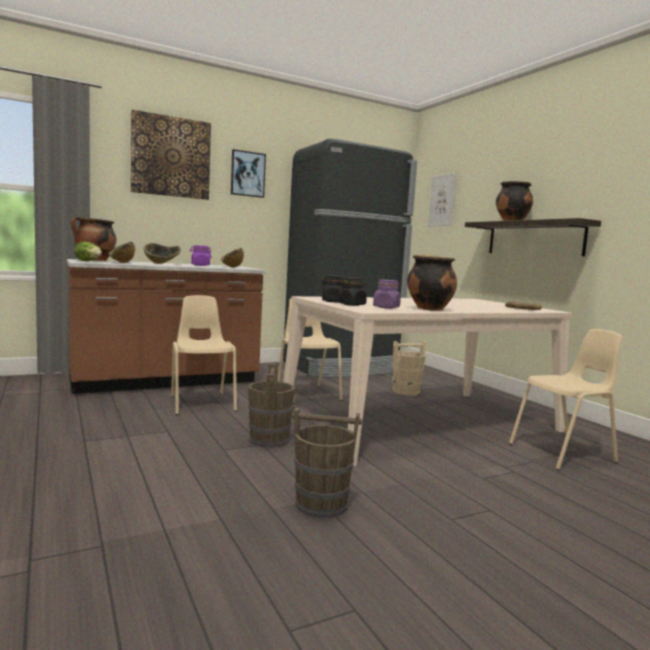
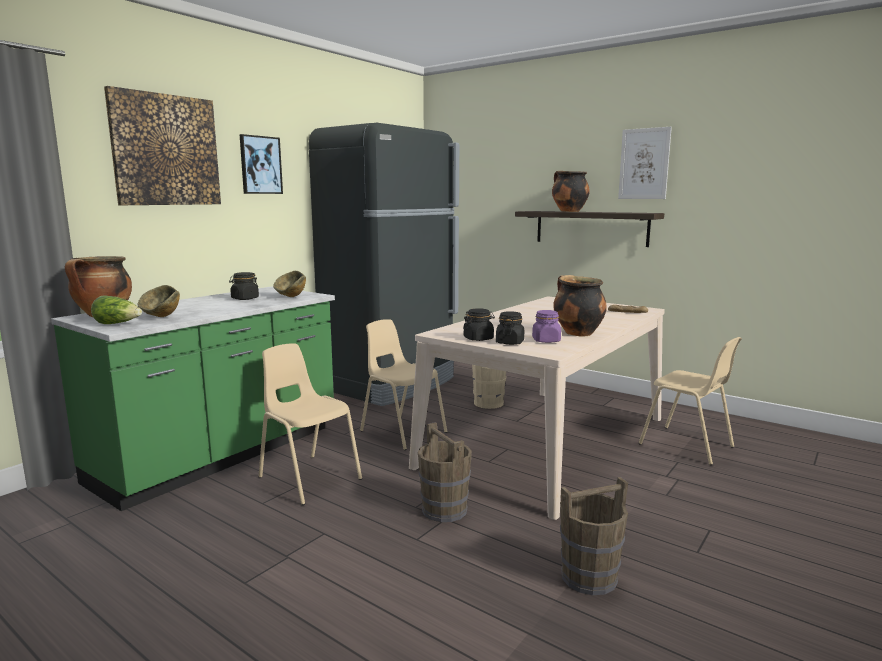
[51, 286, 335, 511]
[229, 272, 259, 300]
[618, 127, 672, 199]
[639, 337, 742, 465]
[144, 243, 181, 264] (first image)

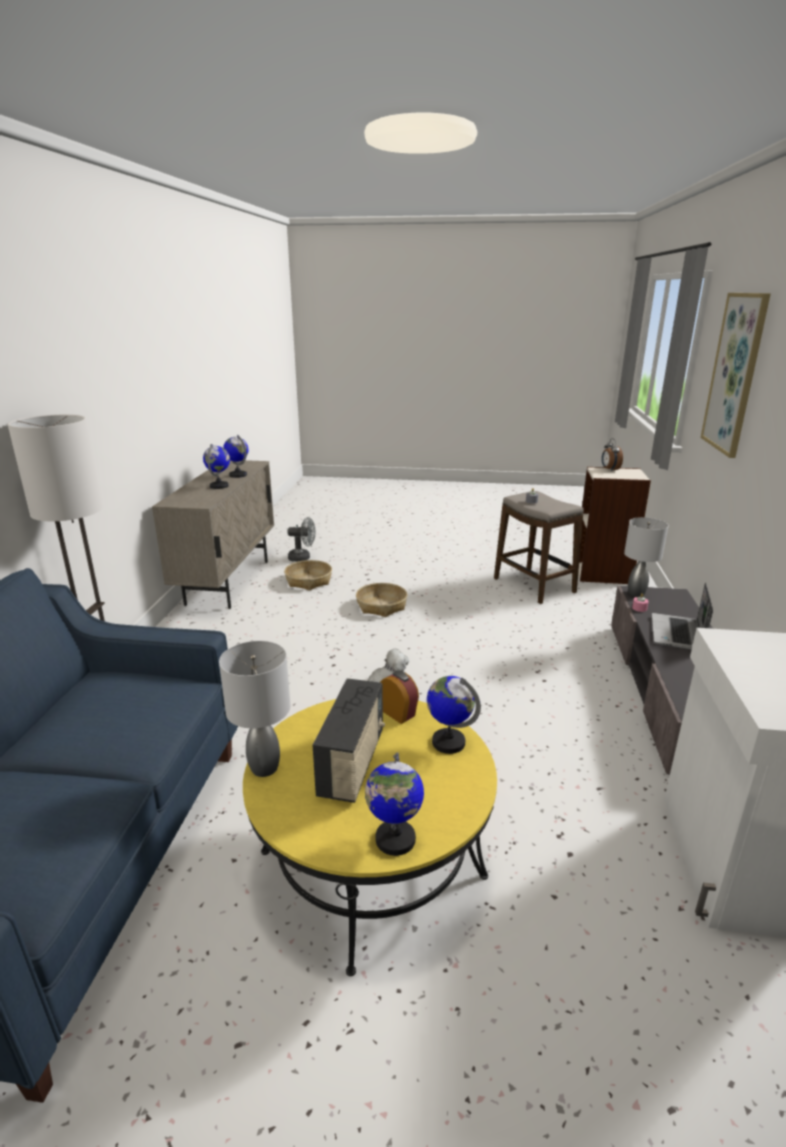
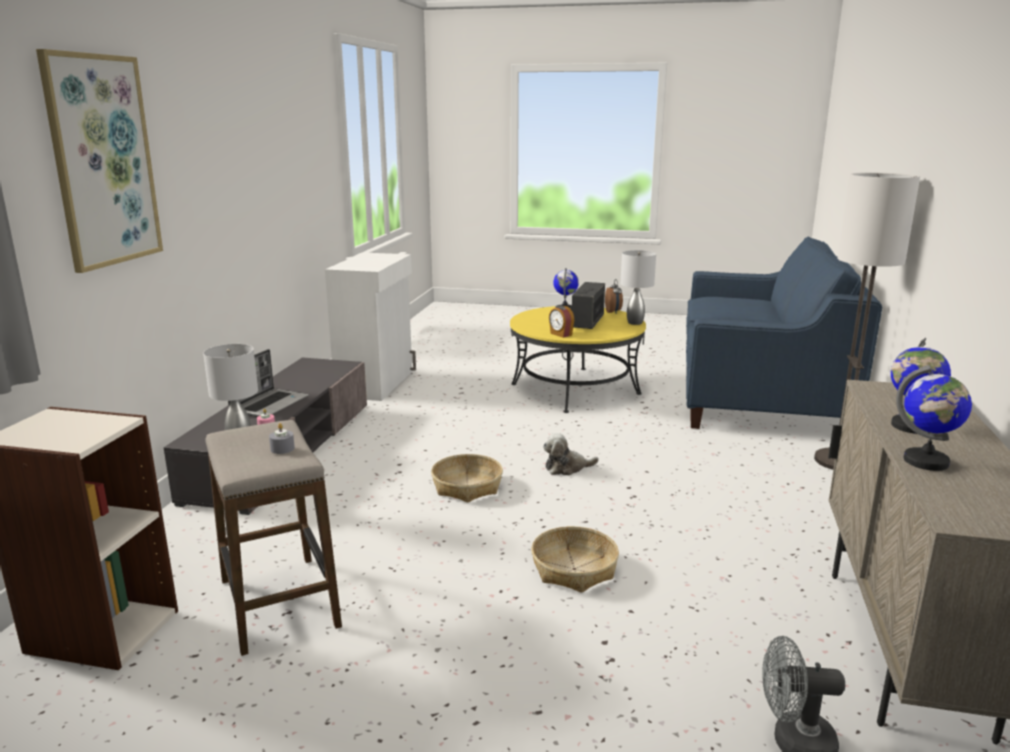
[431, 454, 503, 502]
[605, 279, 623, 313]
[427, 676, 481, 754] (first image)

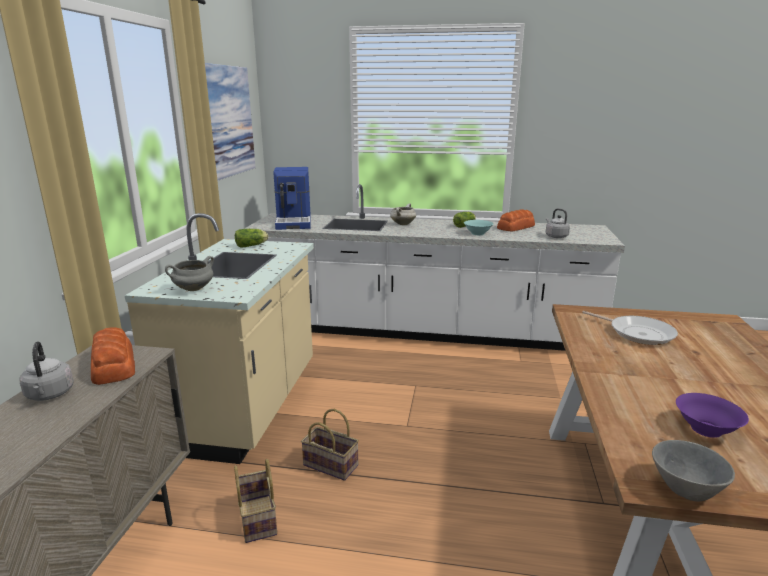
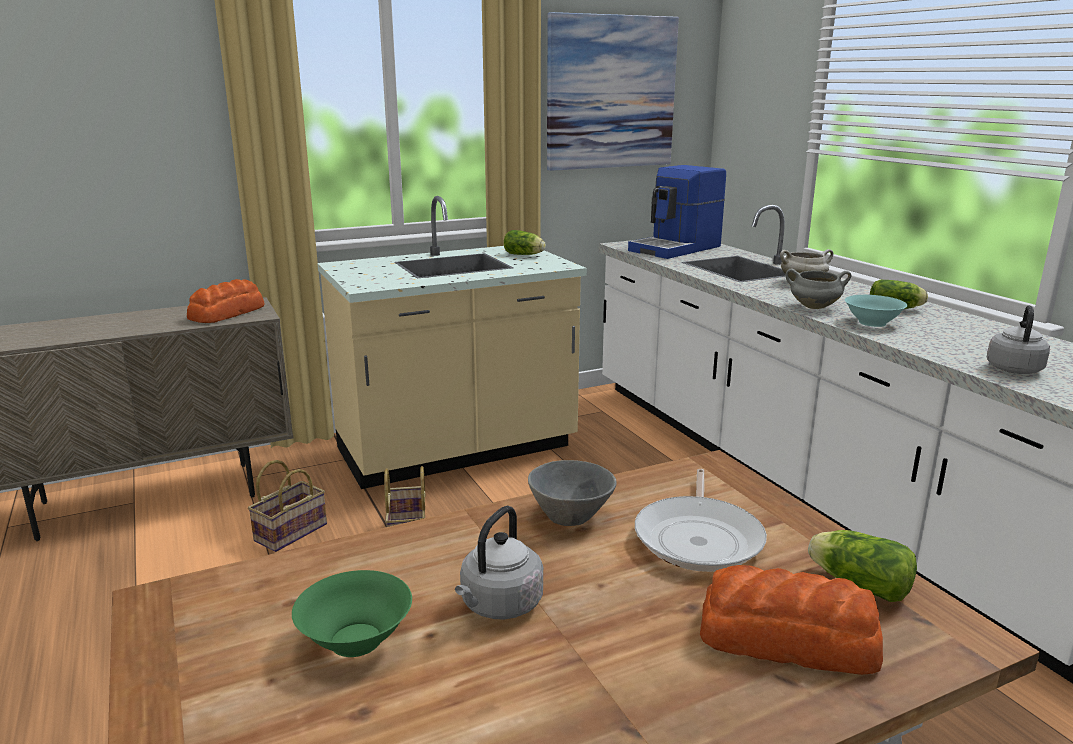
[292, 570, 412, 657]
[455, 506, 543, 619]
[528, 460, 617, 526]
[700, 565, 883, 675]
[786, 269, 852, 309]
[808, 530, 917, 602]

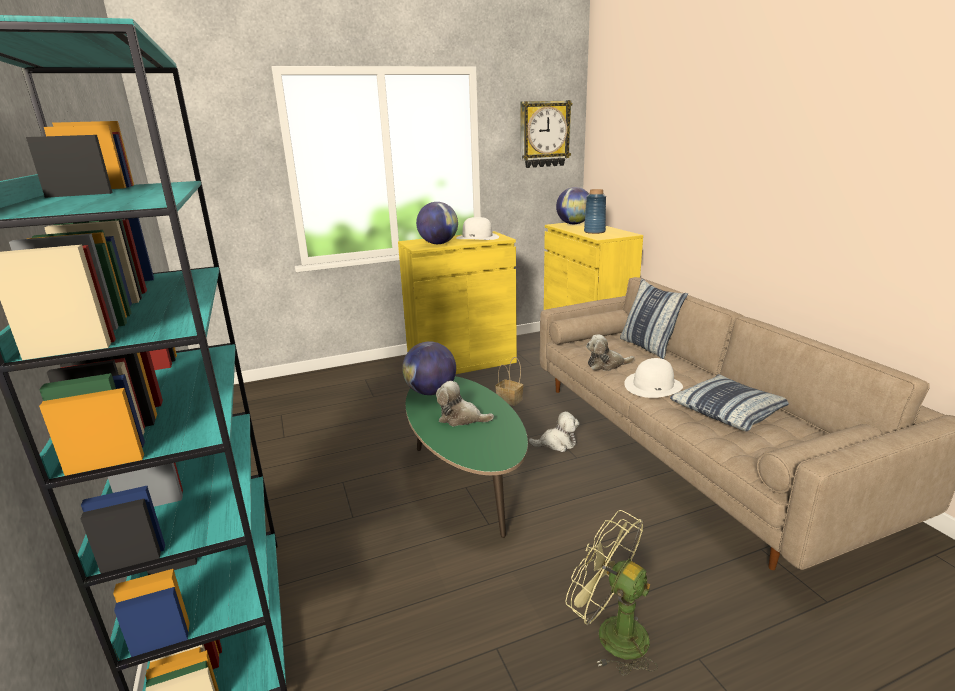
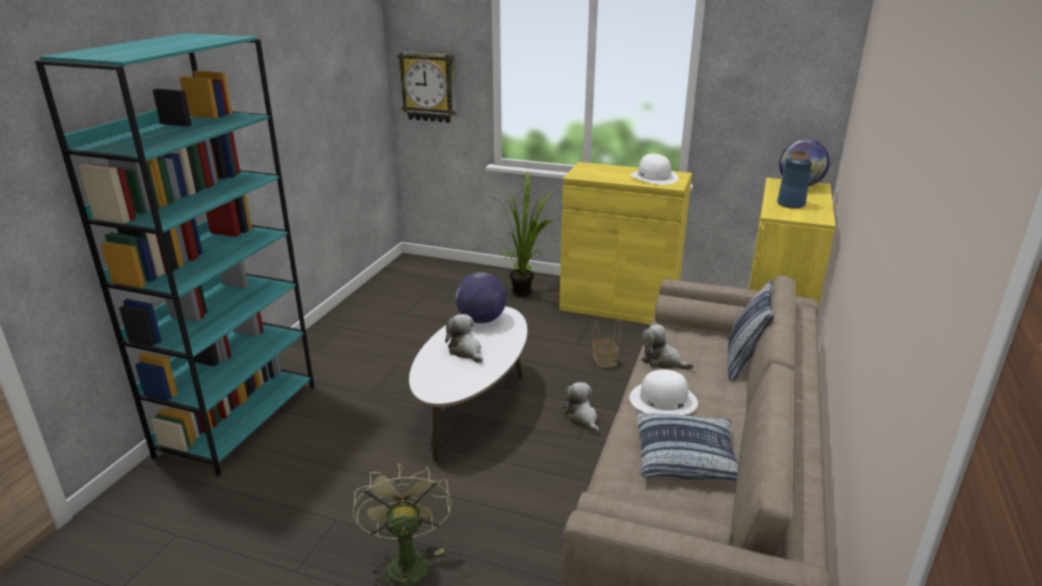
[397, 52, 456, 123]
[409, 306, 527, 462]
[489, 171, 552, 297]
[563, 382, 599, 433]
[416, 202, 458, 244] (first image)

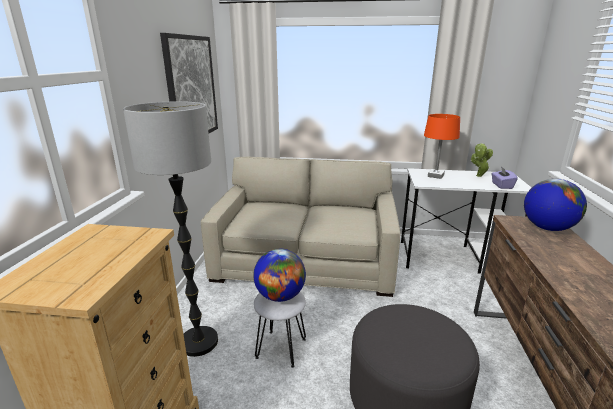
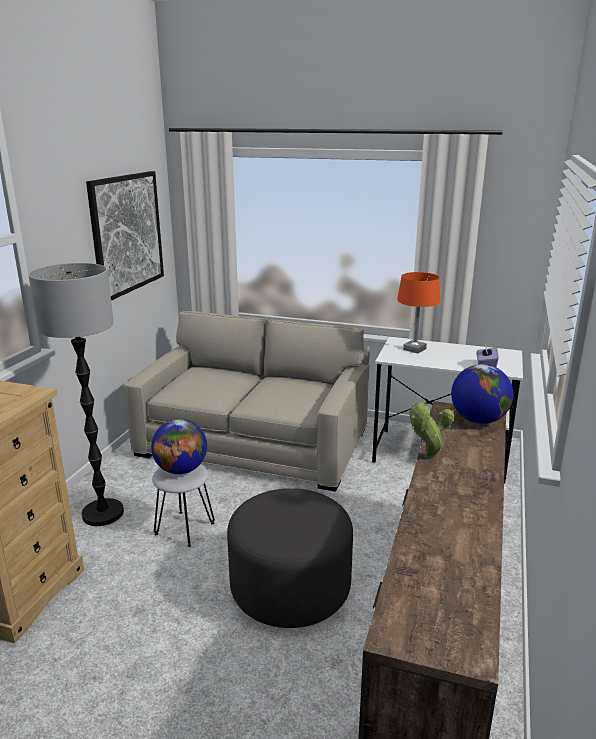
[410, 403, 455, 458]

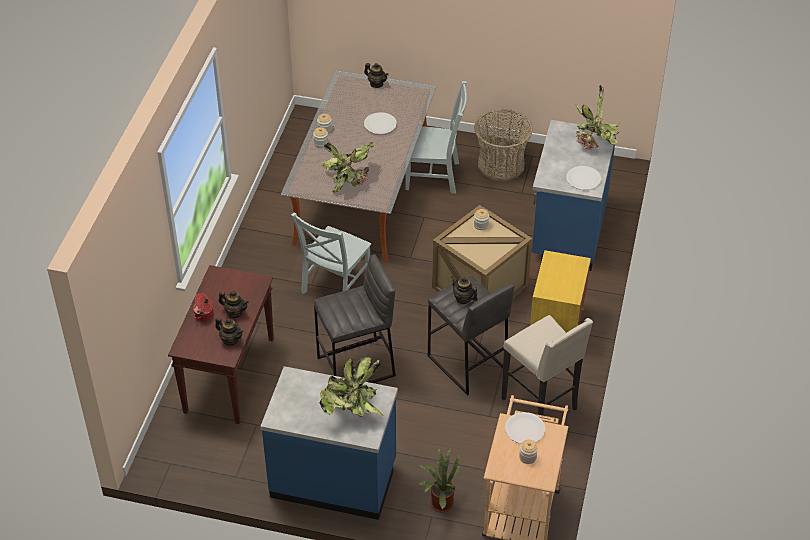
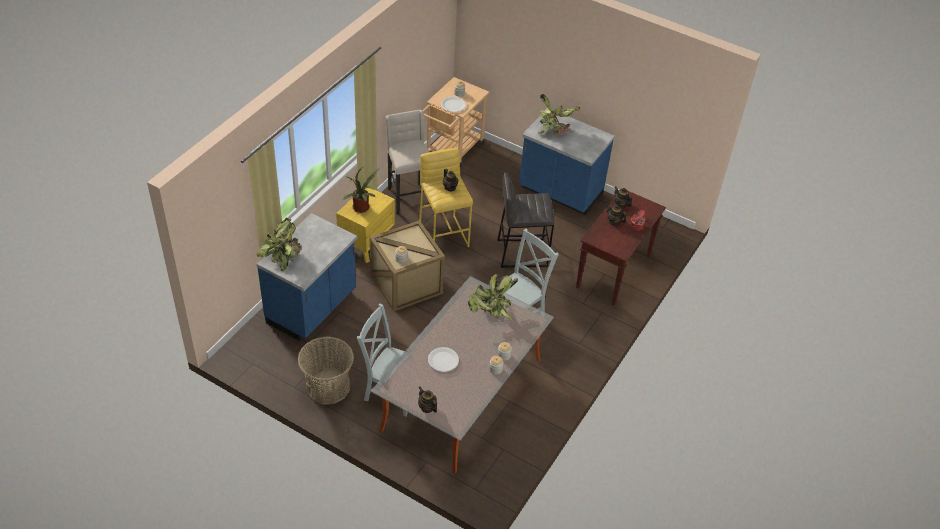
[343, 165, 380, 213]
[419, 148, 473, 247]
[566, 166, 601, 190] (first image)

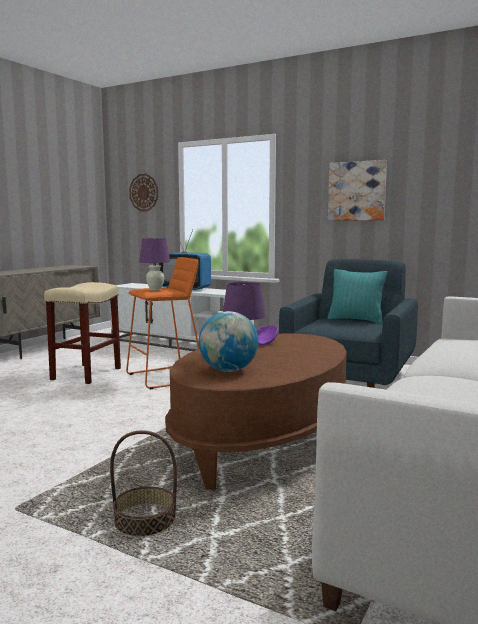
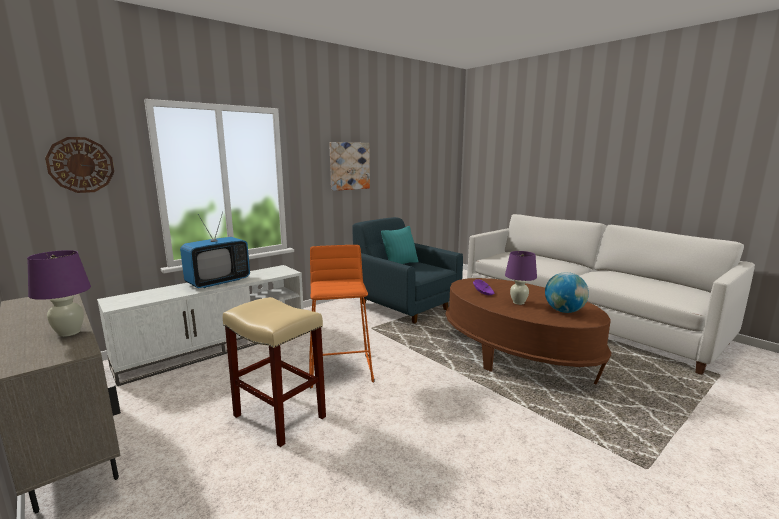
[27, 250, 91, 337]
[110, 430, 177, 537] (first image)

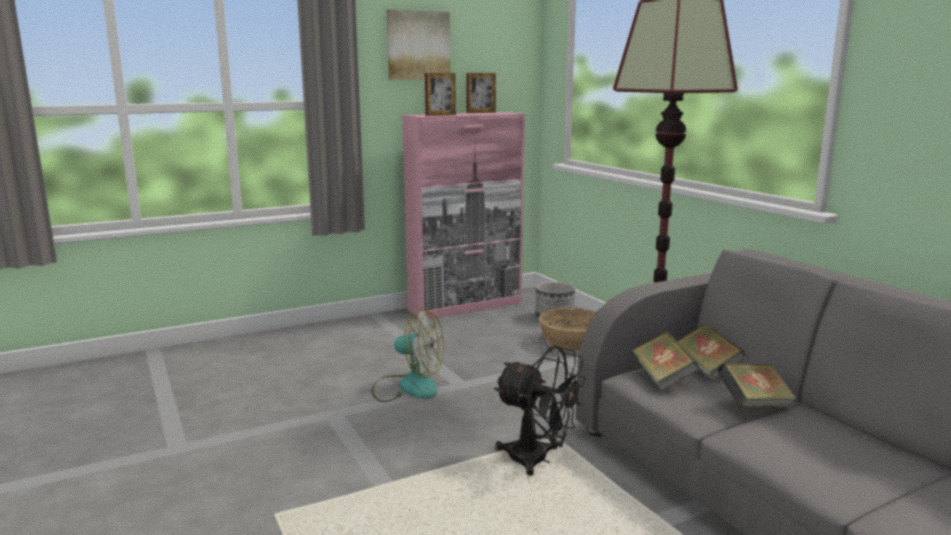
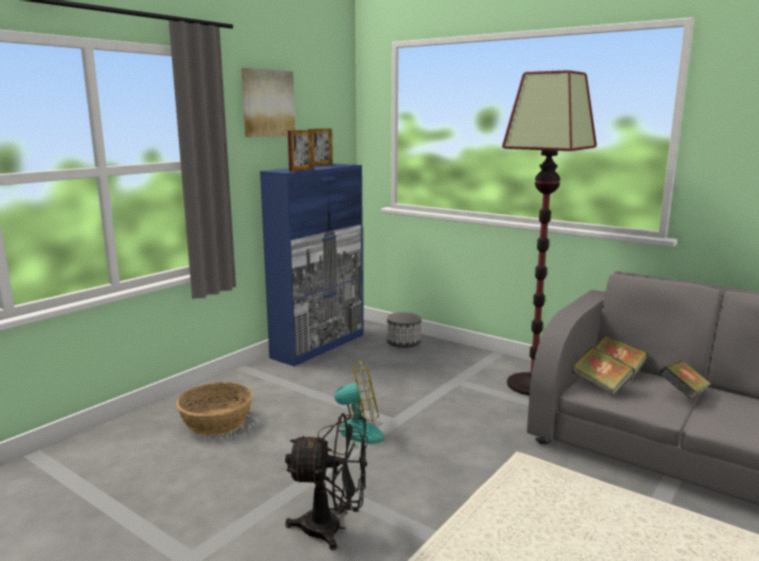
[176, 382, 253, 436]
[260, 164, 363, 366]
[285, 413, 368, 551]

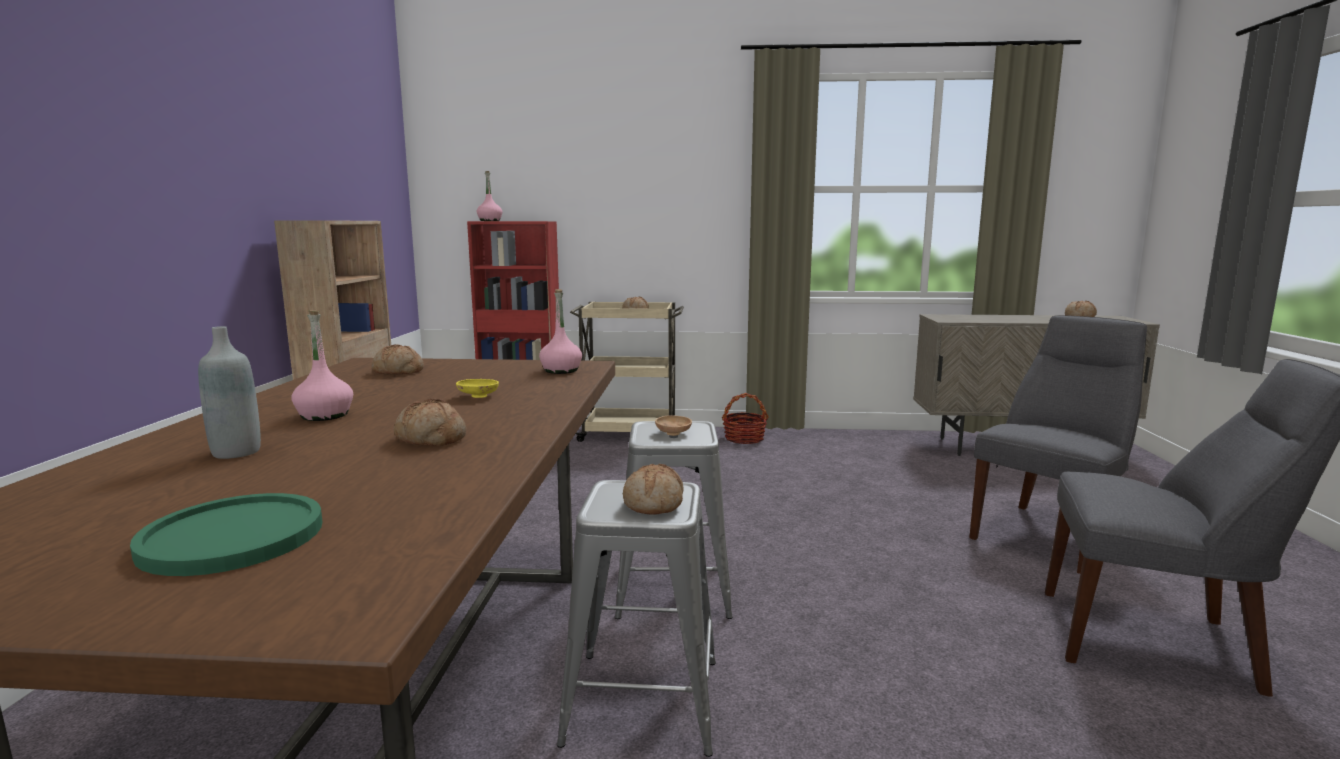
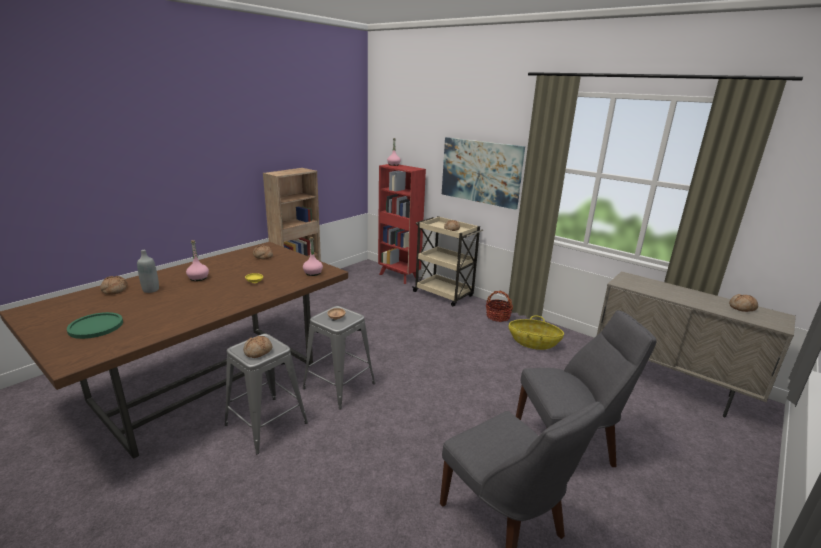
[100, 276, 128, 295]
[442, 137, 525, 210]
[509, 315, 564, 350]

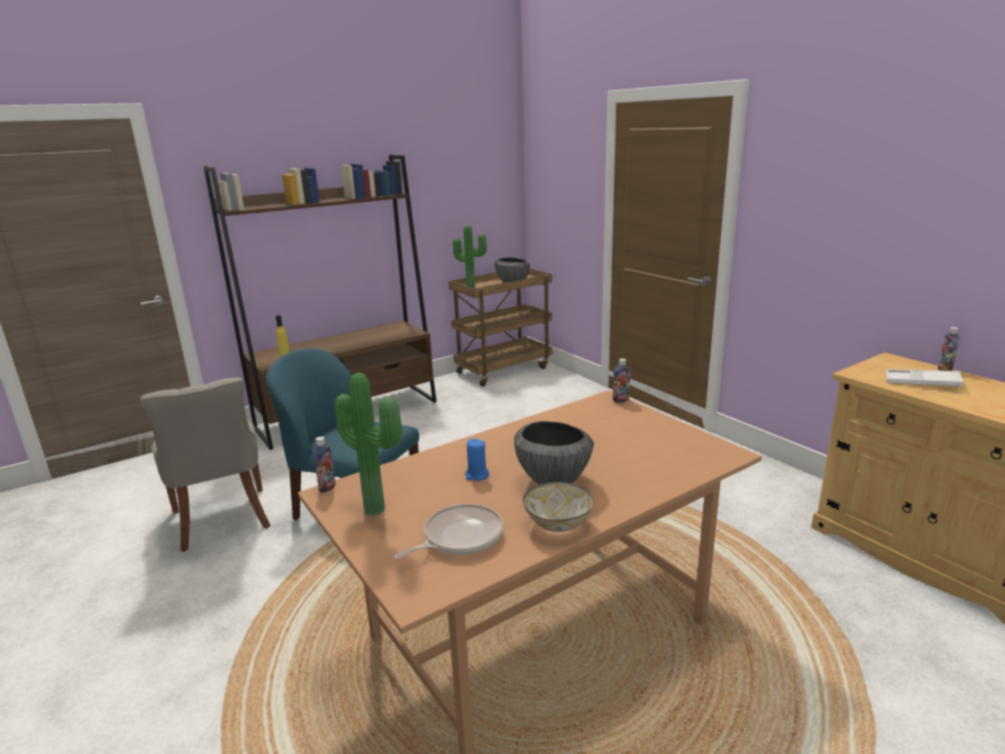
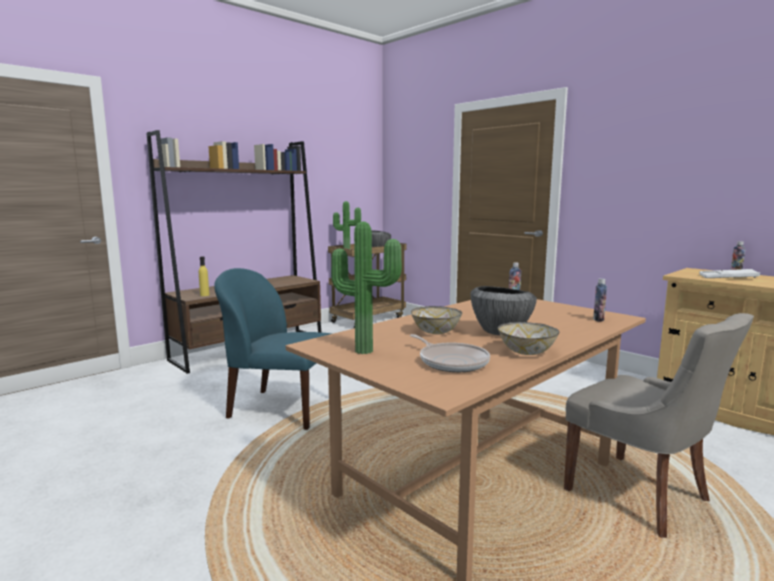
[410, 334, 490, 372]
[411, 306, 462, 334]
[564, 313, 754, 538]
[593, 278, 607, 322]

